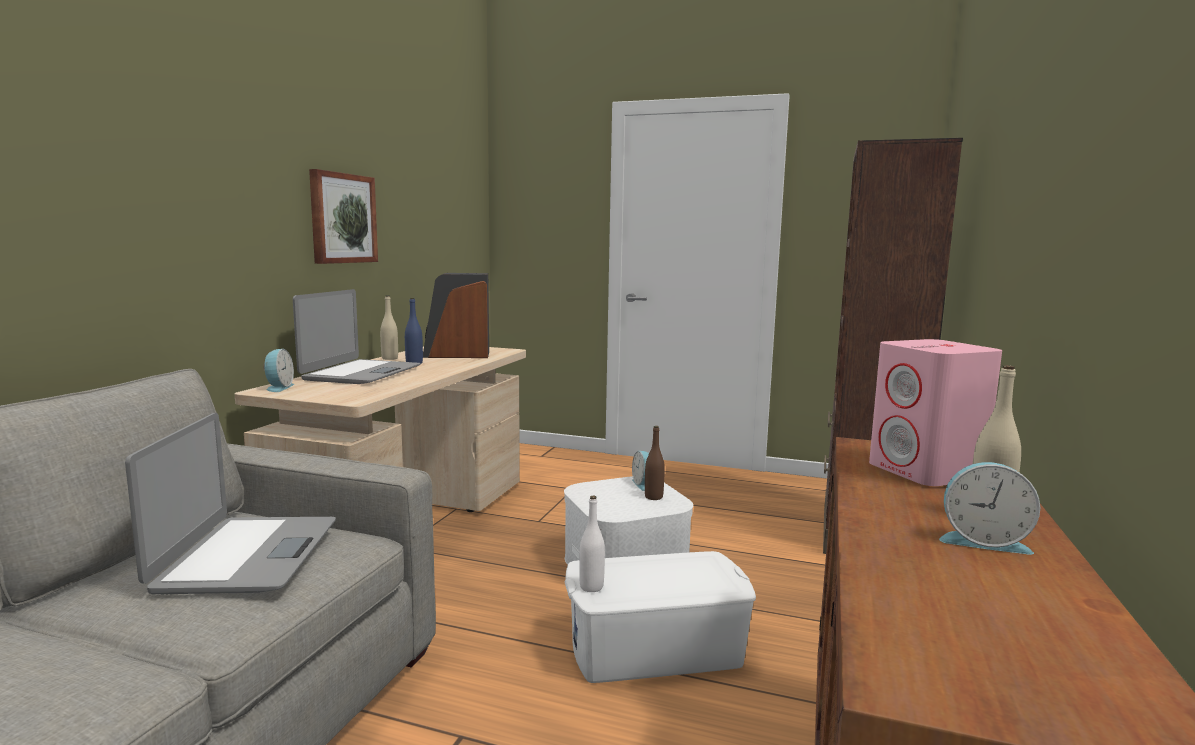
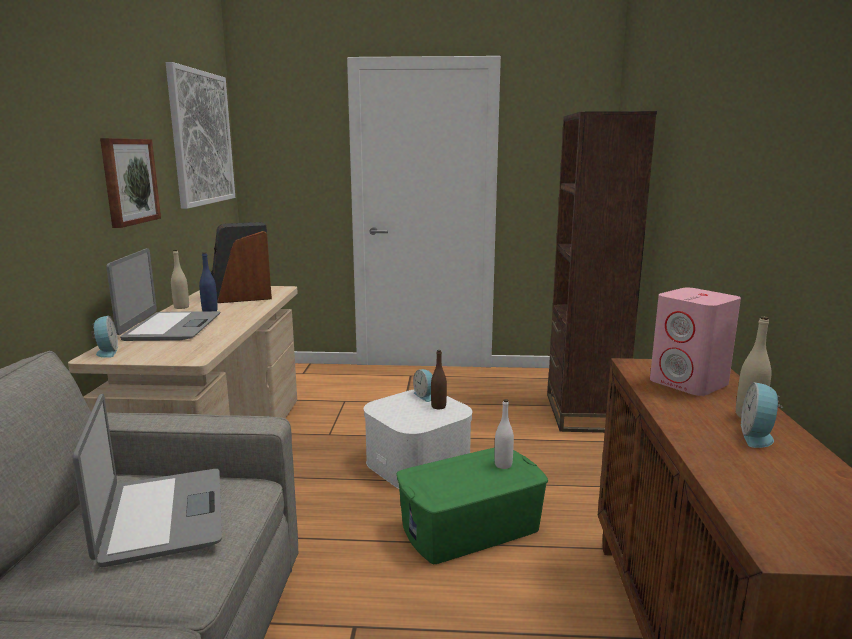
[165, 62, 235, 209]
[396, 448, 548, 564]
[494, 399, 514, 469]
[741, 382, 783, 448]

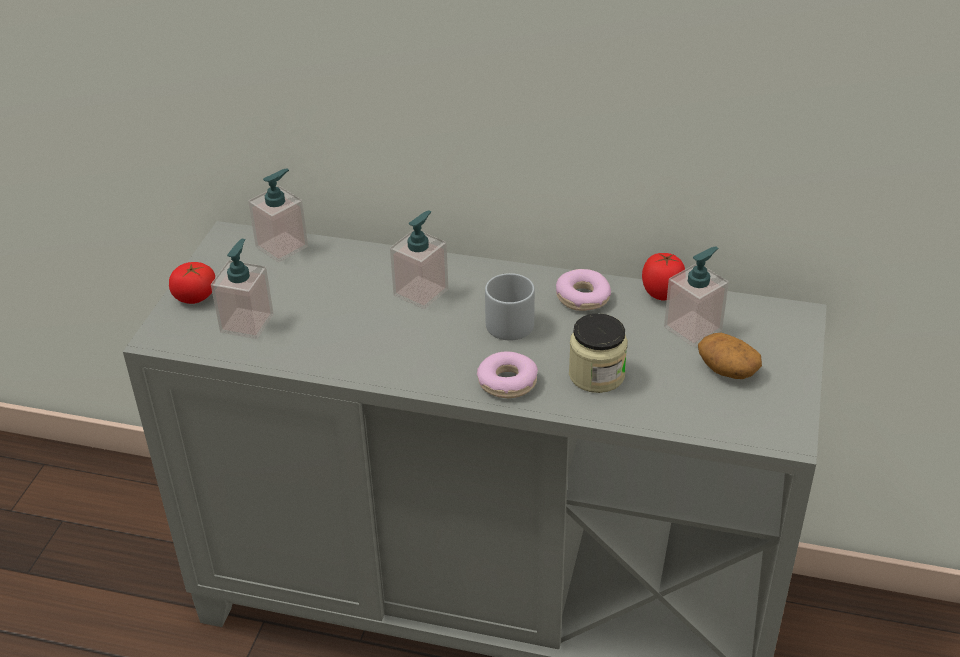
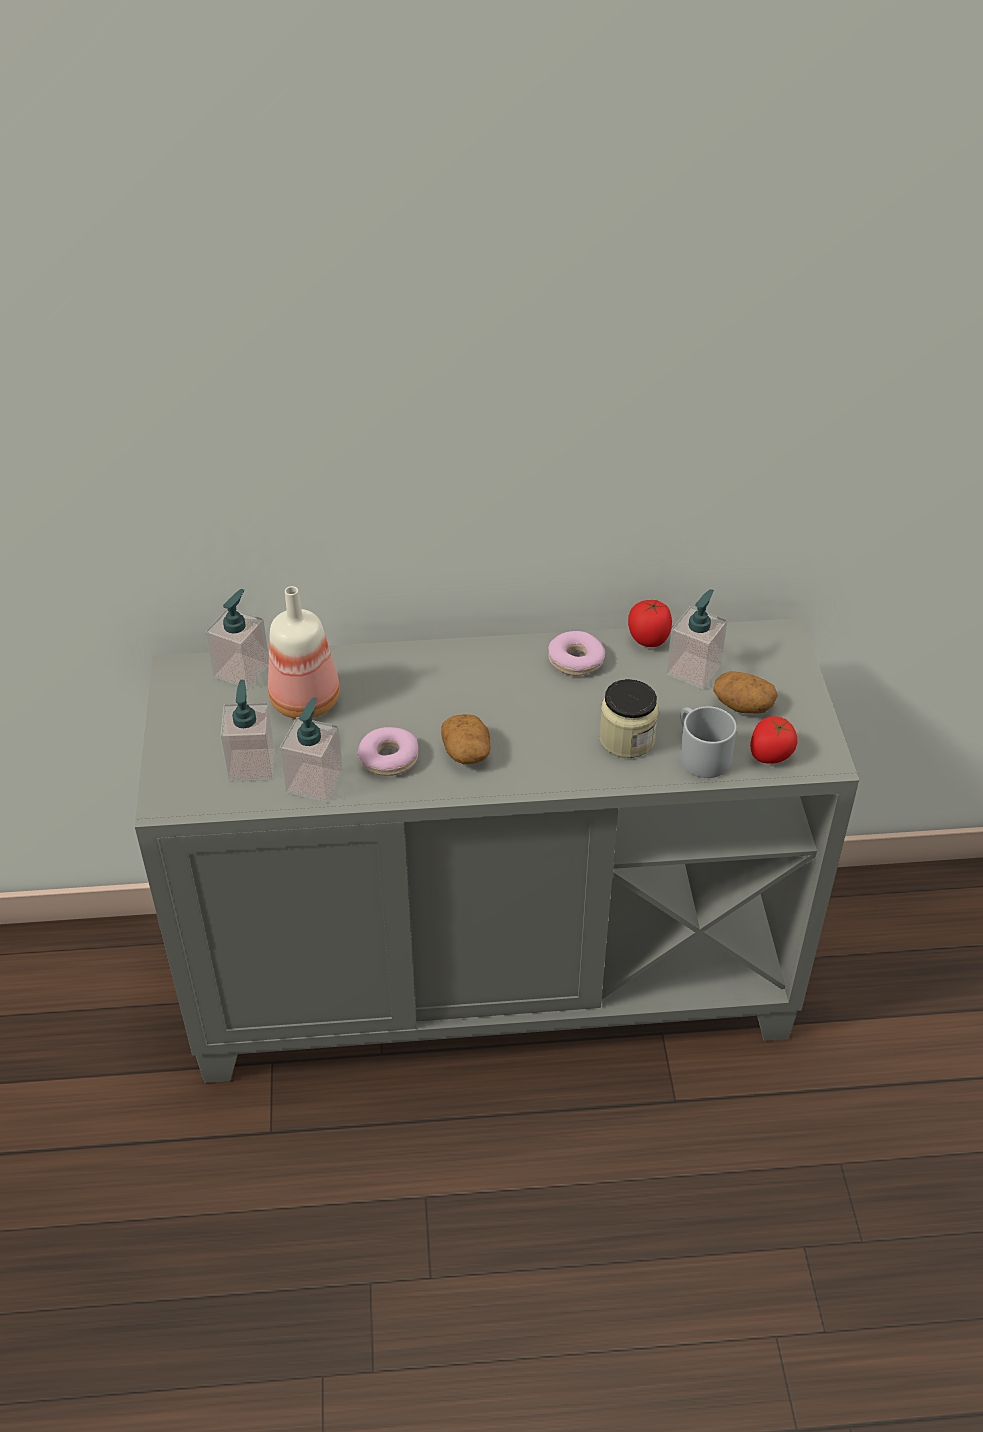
[268, 586, 340, 719]
[280, 697, 343, 802]
[357, 727, 418, 776]
[441, 714, 490, 764]
[680, 706, 737, 778]
[750, 717, 798, 764]

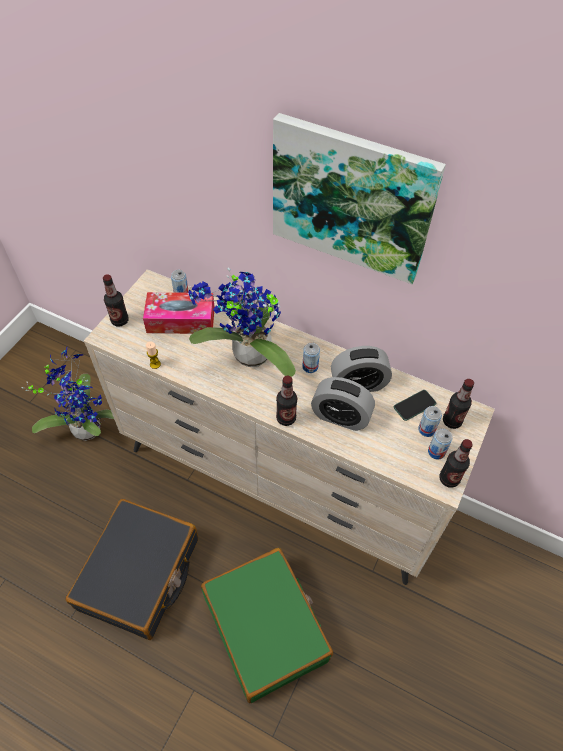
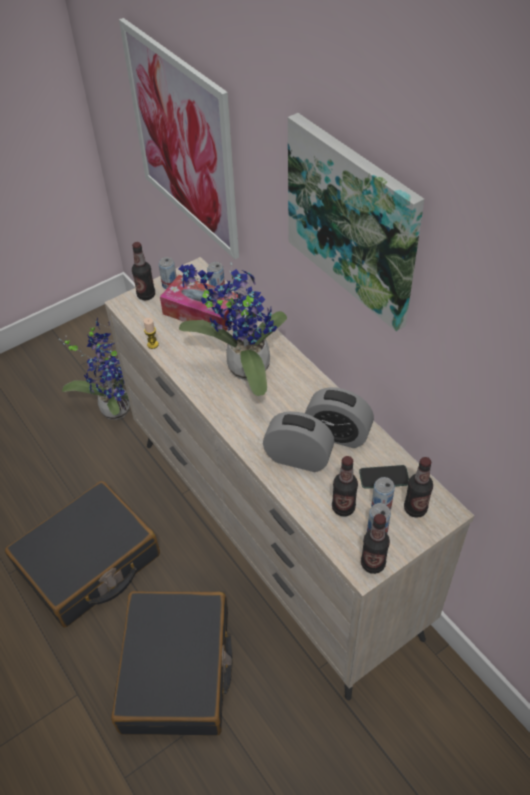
[111, 591, 232, 736]
[119, 18, 239, 259]
[158, 257, 177, 289]
[263, 411, 334, 472]
[332, 456, 358, 516]

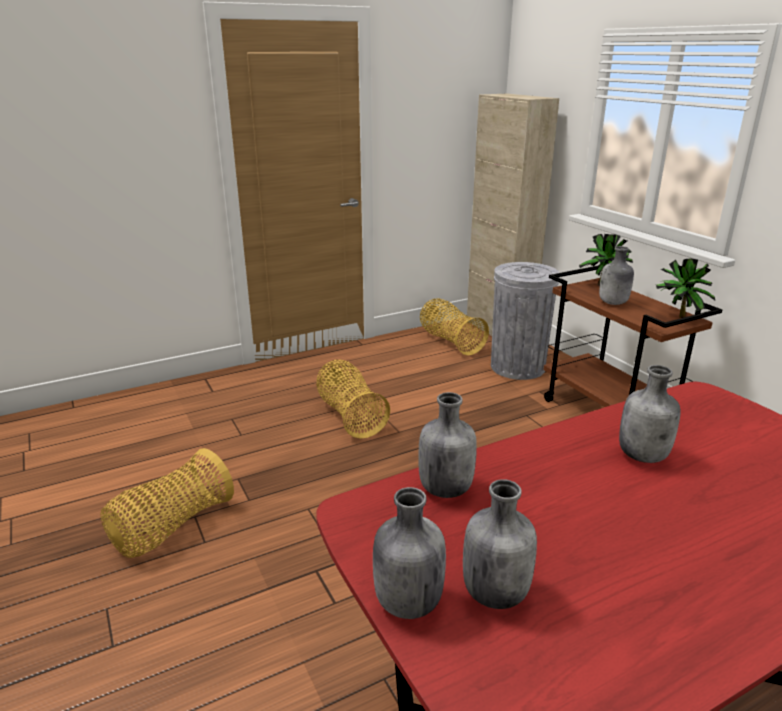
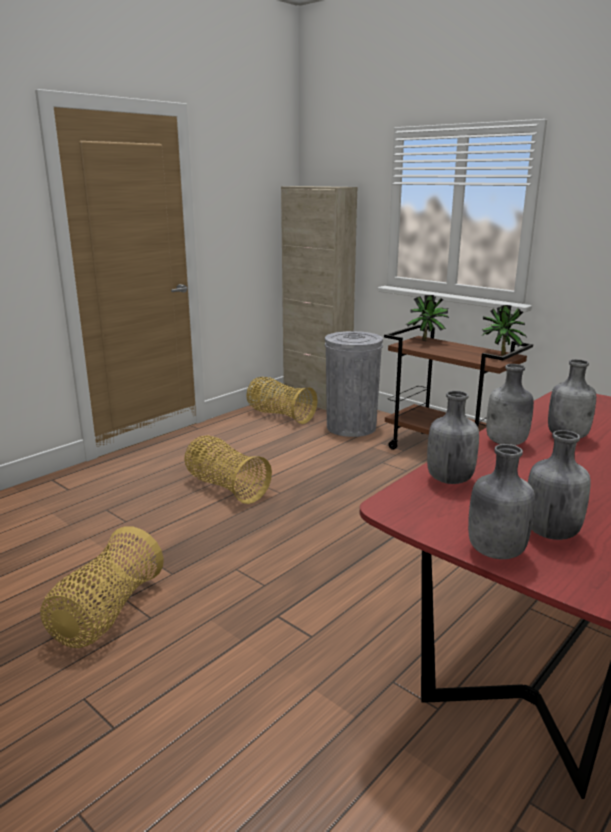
[486, 364, 534, 445]

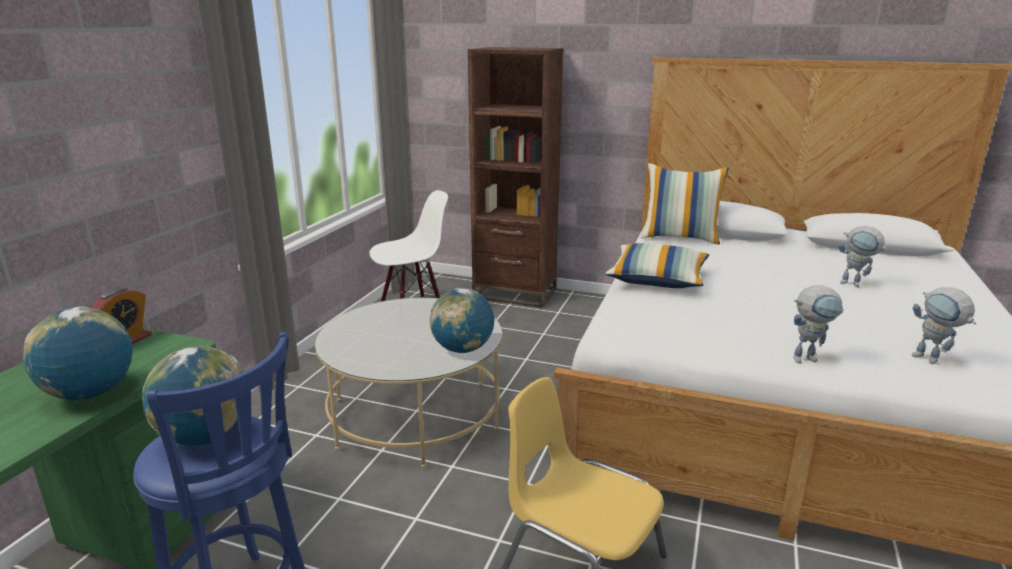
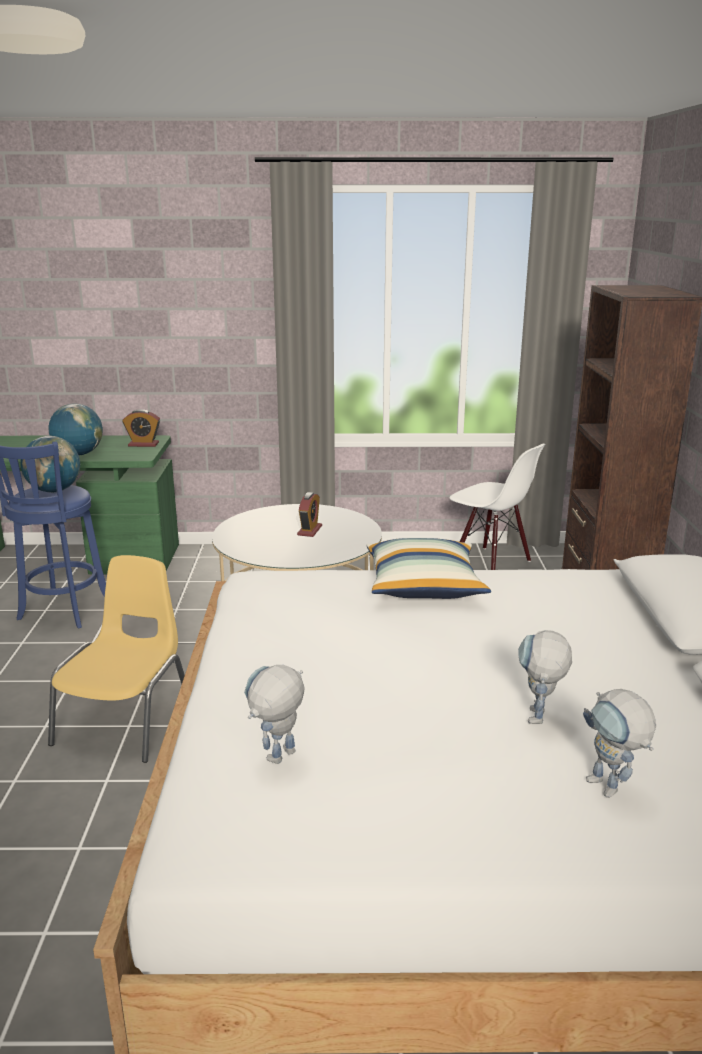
[297, 492, 322, 537]
[583, 689, 656, 798]
[430, 288, 494, 353] (first image)
[641, 163, 729, 245] (first image)

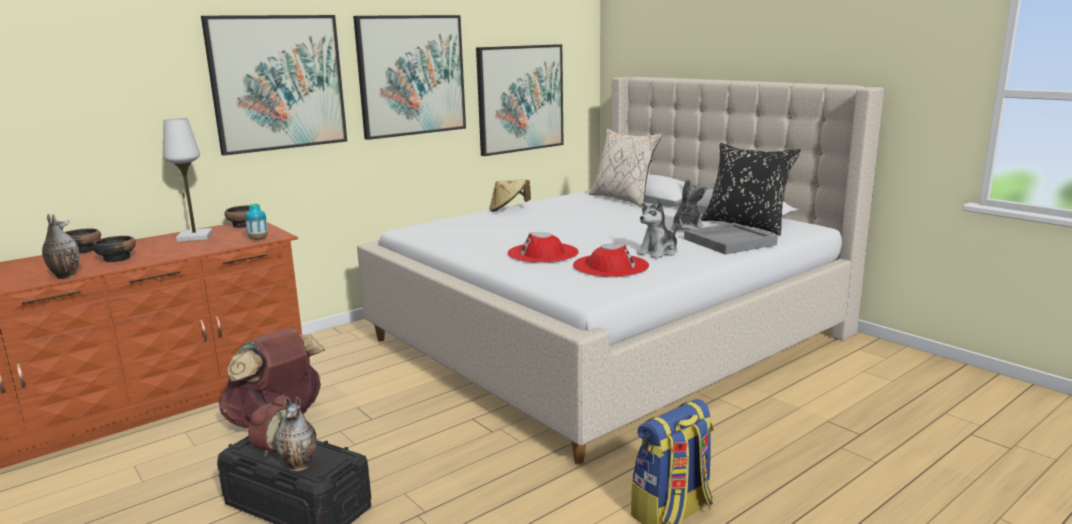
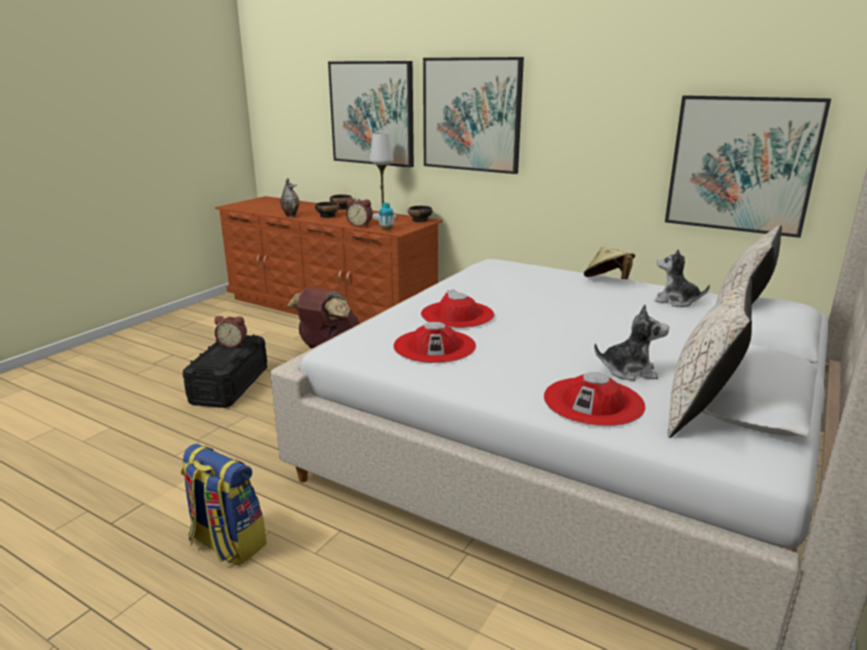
[328, 61, 414, 168]
[346, 198, 373, 227]
[544, 372, 646, 426]
[655, 249, 710, 307]
[668, 277, 752, 438]
[275, 397, 317, 471] (first image)

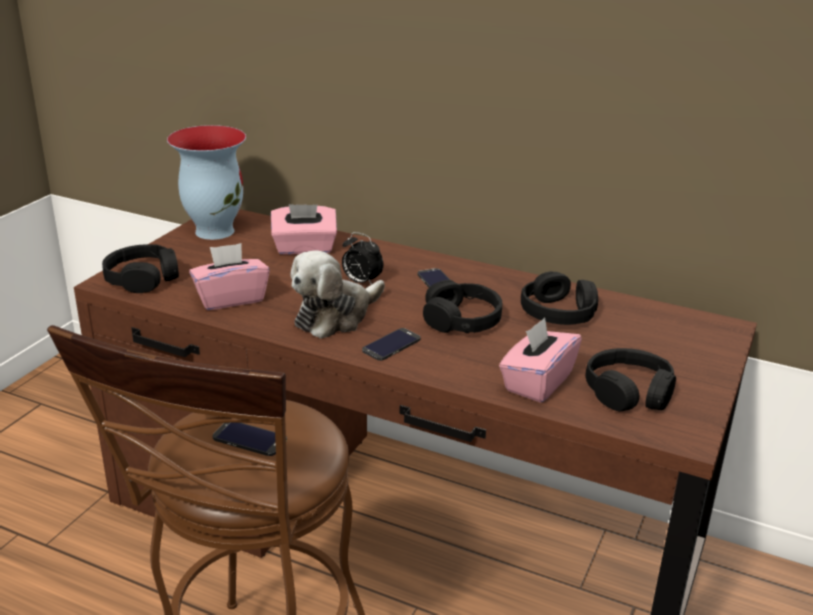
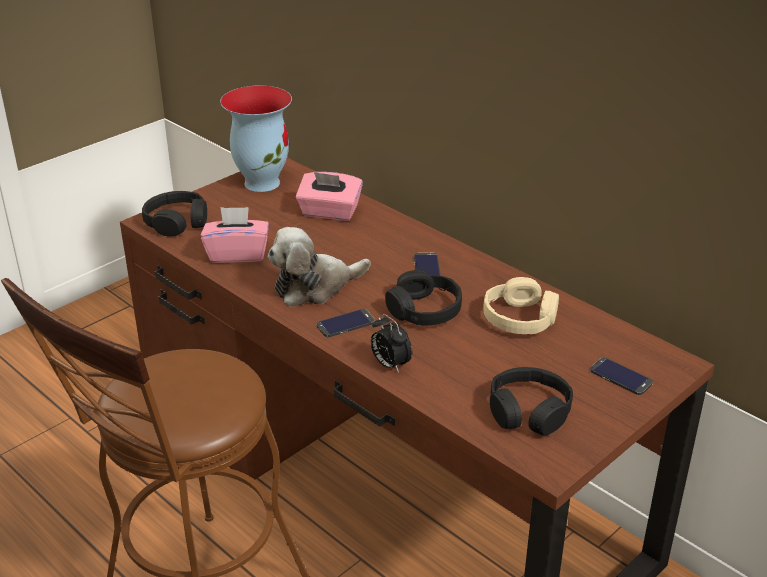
[371, 314, 412, 373]
[484, 277, 559, 334]
[590, 358, 653, 395]
[499, 317, 582, 403] (first image)

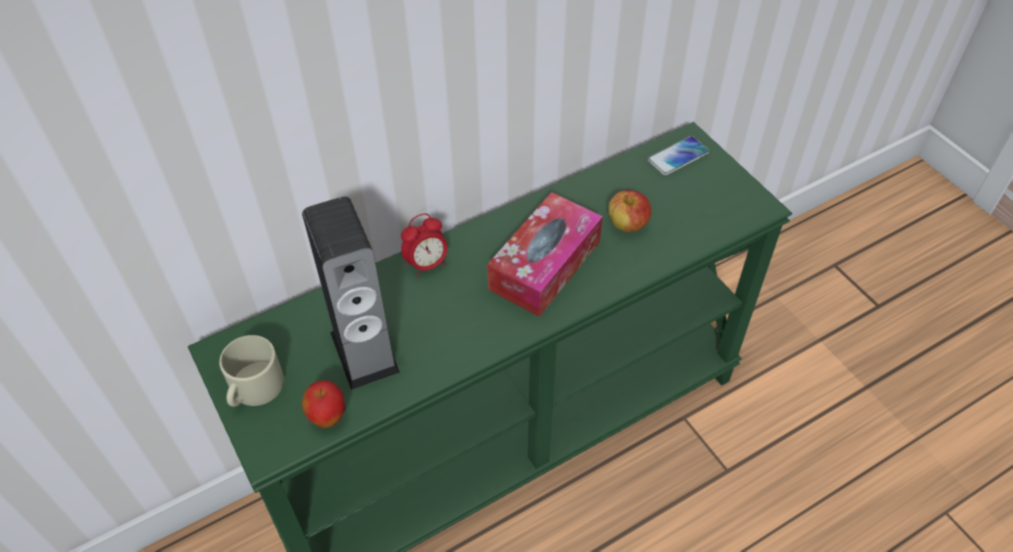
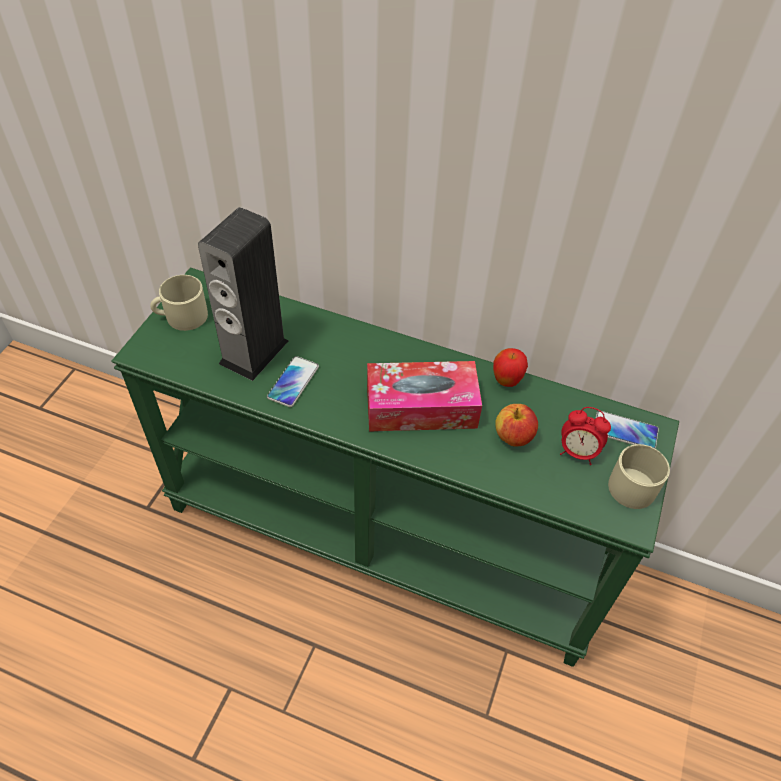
[267, 356, 319, 407]
[493, 348, 528, 387]
[560, 407, 611, 465]
[608, 444, 670, 509]

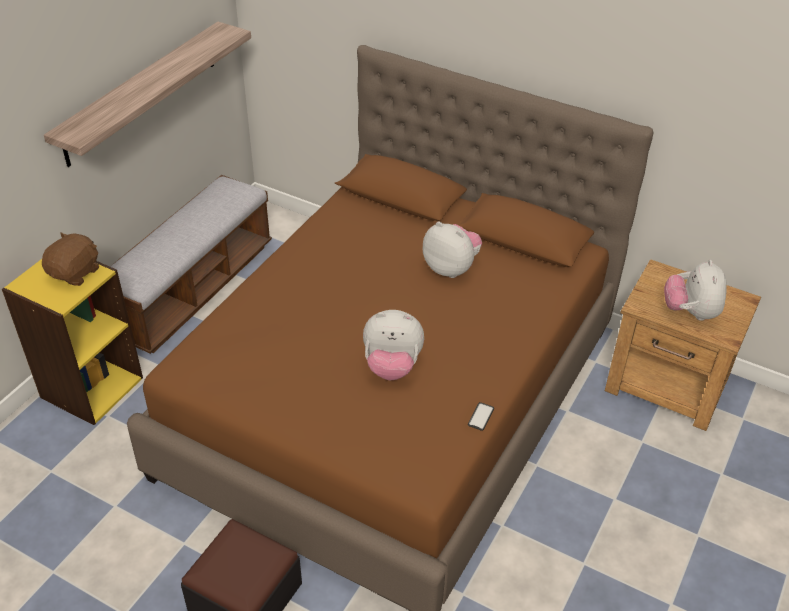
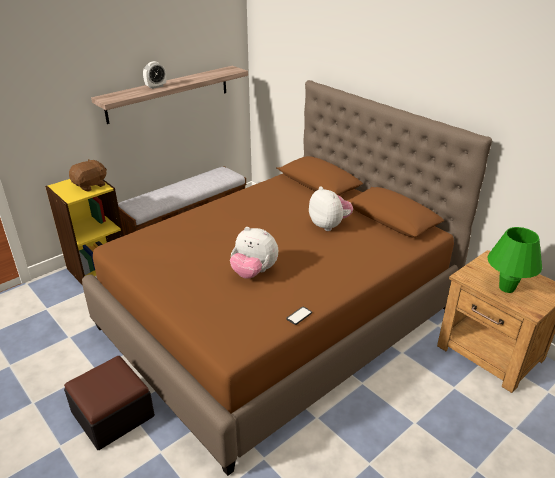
[143, 61, 166, 89]
[487, 227, 542, 293]

